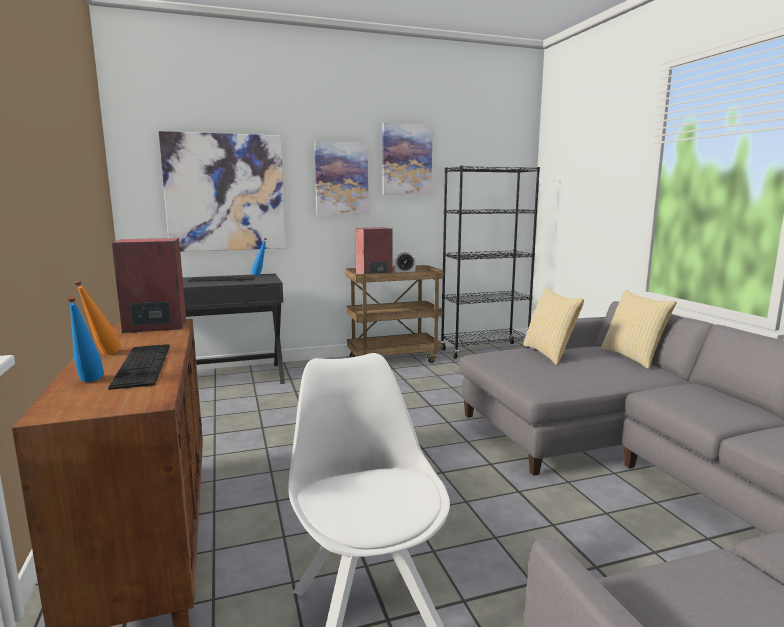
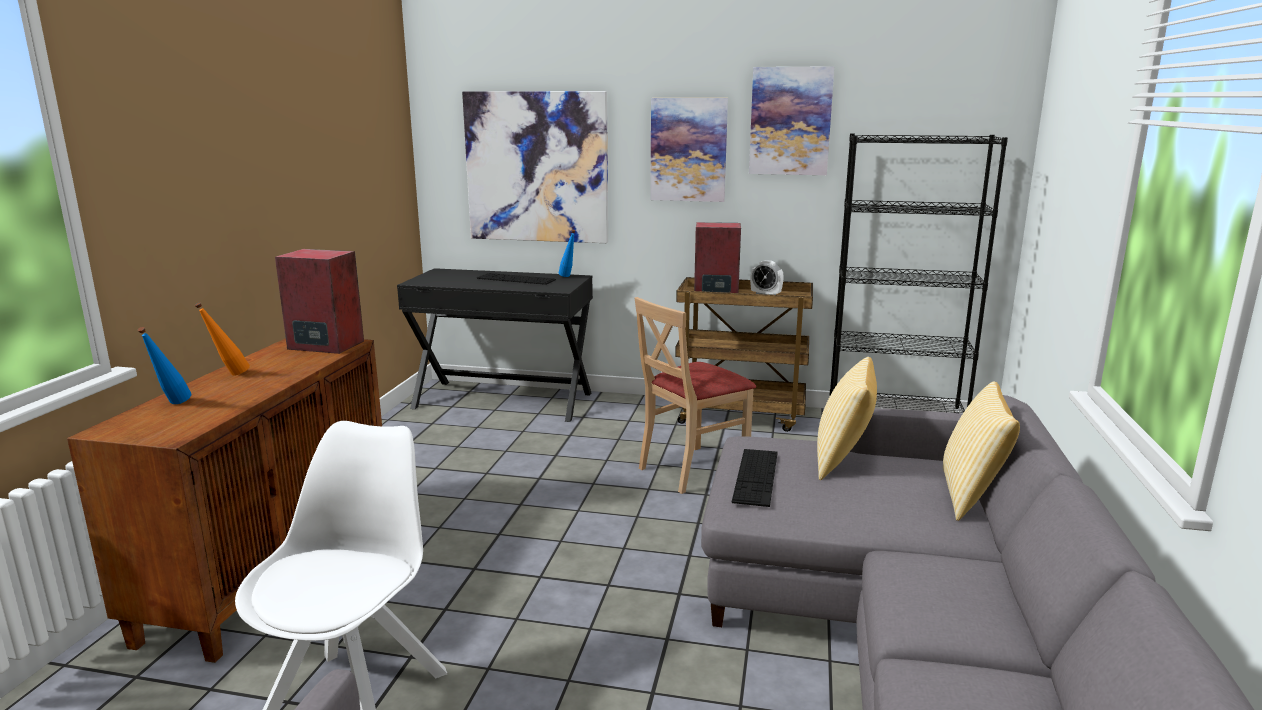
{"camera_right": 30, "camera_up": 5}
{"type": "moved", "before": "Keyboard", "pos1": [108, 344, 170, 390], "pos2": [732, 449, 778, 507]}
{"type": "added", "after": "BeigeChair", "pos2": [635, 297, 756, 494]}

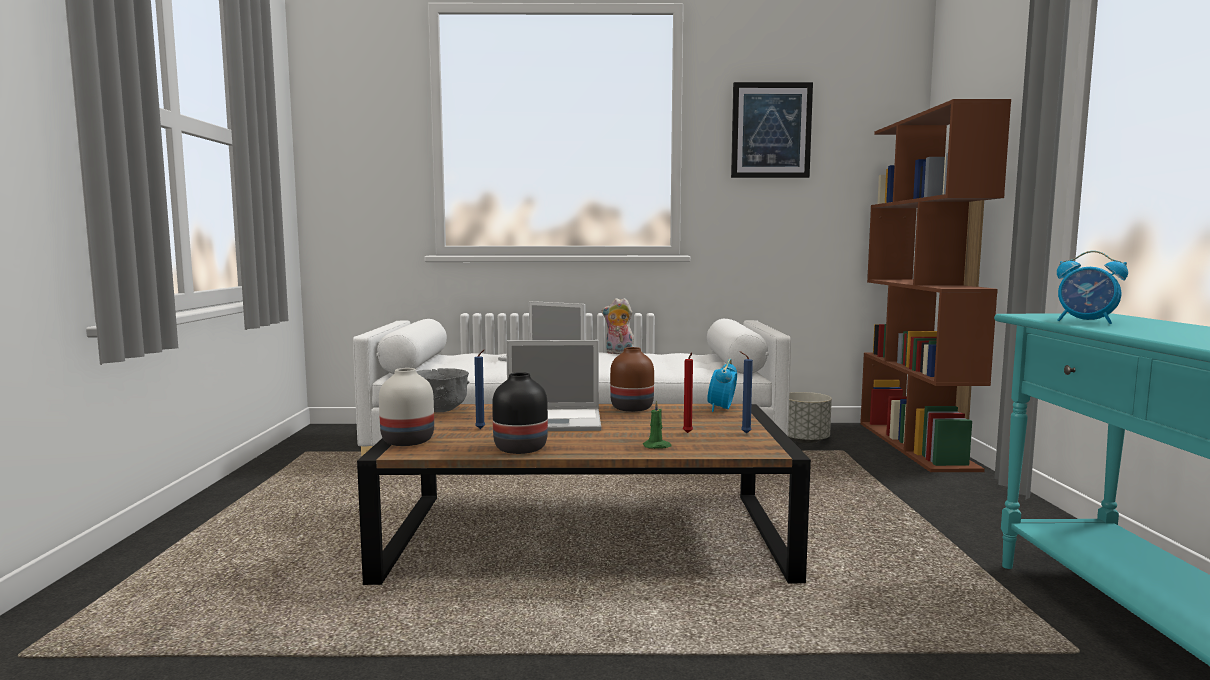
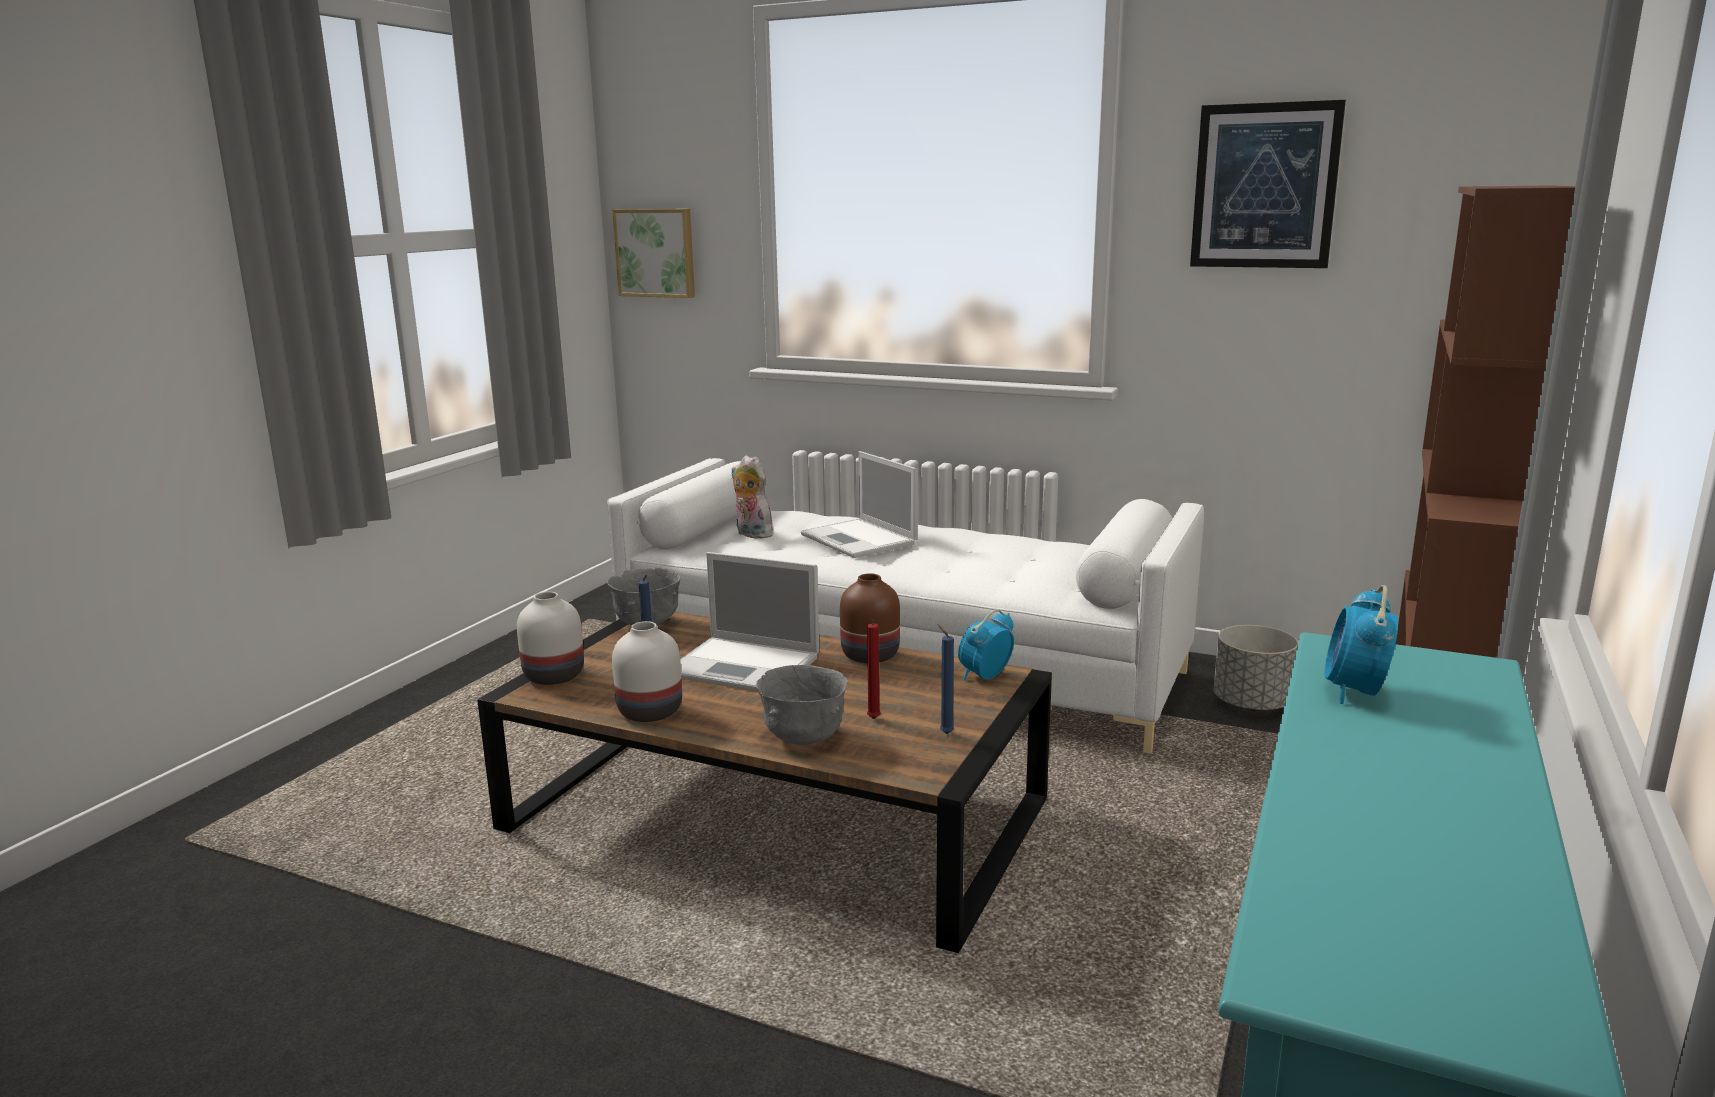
{"camera_right": 25, "camera_up": 10}
{"type": "recoloured", "before": "BlackVase", "after": "WhiteVase", "pos1": [492, 372, 548, 454], "pos2": [612, 621, 682, 722]}
{"type": "moved", "before": "PlushToy", "pos1": [602, 298, 634, 354], "pos2": [731, 455, 776, 539]}
{"type": "replaced", "before": "GreenCandle", "after": "GreyBowl", "pos1": [643, 400, 672, 449], "pos2": [756, 665, 848, 745]}
{"type": "turned", "before": "AlarmClock", "pos1": [1057, 251, 1128, 324], "pos2": [1324, 585, 1398, 704], "turn": 45}
{"type": "added", "after": "Picture", "pos2": [612, 209, 695, 298]}

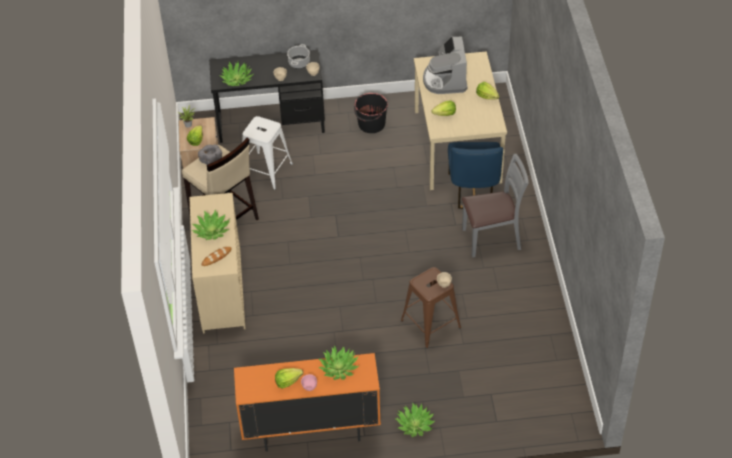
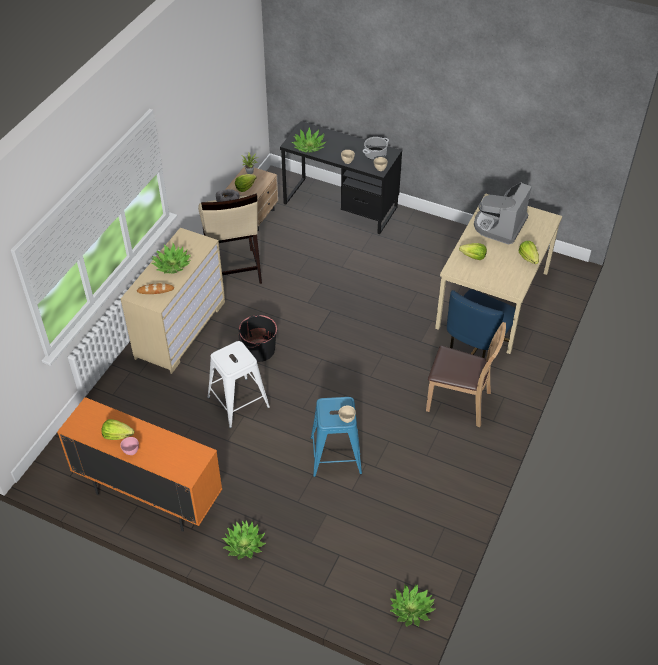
{"camera_right": 30, "camera_up": 0}
{"type": "moved", "before": "WhiteStool", "pos1": [242, 116, 293, 190], "pos2": [207, 341, 270, 428]}
{"type": "moved", "before": "PottedPlant", "pos1": [318, 346, 359, 380], "pos2": [389, 584, 436, 626]}
{"type": "moved", "before": "BlackBucket", "pos1": [354, 93, 388, 133], "pos2": [238, 315, 277, 362]}
{"type": "recoloured", "before": "BrownStool", "after": "BlueStool", "pos1": [401, 267, 461, 349], "pos2": [311, 397, 362, 477]}
{"type": "recoloured", "before": "GreyChair", "after": "BrownChair", "pos1": [462, 154, 529, 258], "pos2": [426, 322, 506, 427]}

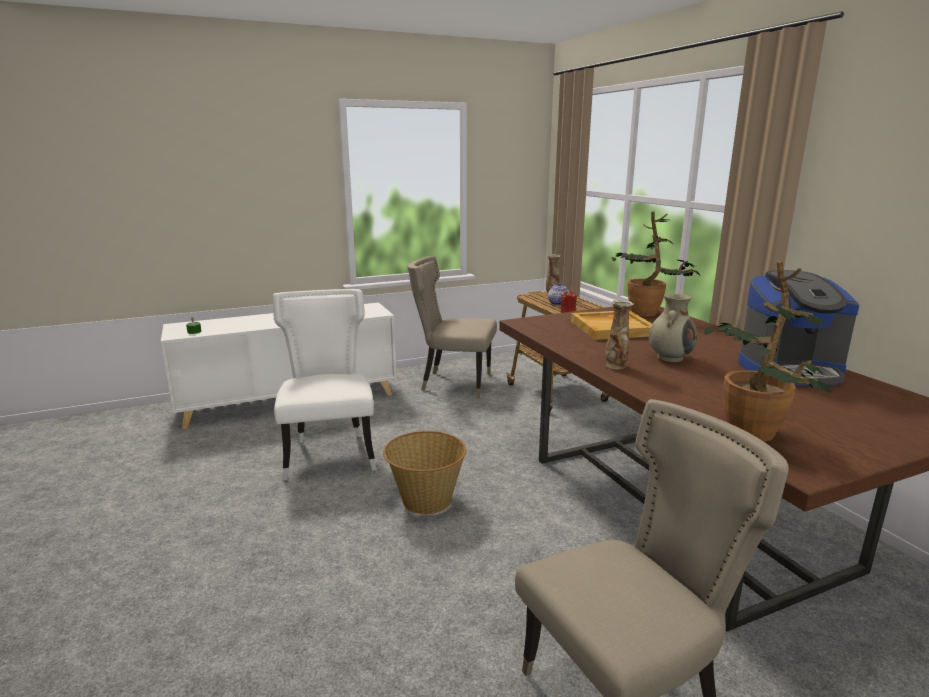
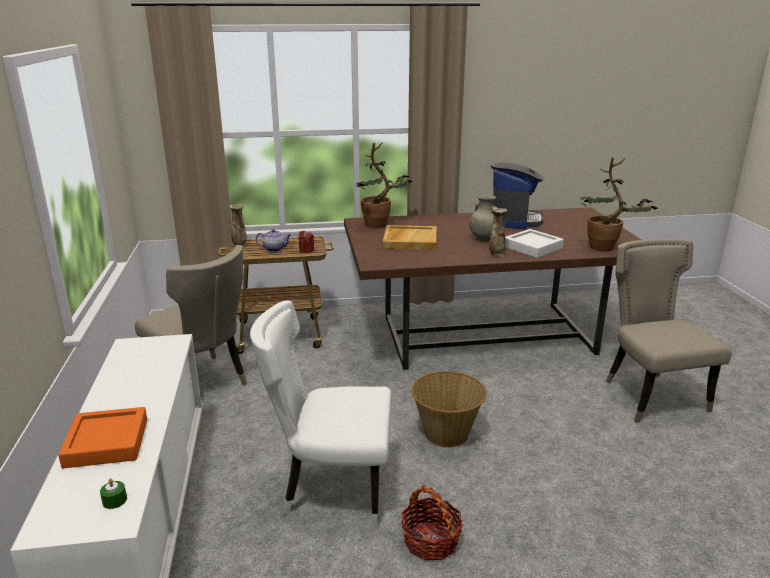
{"camera_right": -75, "camera_up": 5}
{"type": "turned", "before": "BeigeChair", "pos1": [407, 256, 497, 399], "pos2": [135, 245, 247, 385], "turn": -75}
{"type": "added", "after": "OrangeTray", "pos2": [58, 407, 147, 468]}
{"type": "added", "after": "Basket", "pos2": [401, 485, 463, 561]}
{"type": "added", "after": "WhiteTray", "pos2": [505, 229, 564, 258]}

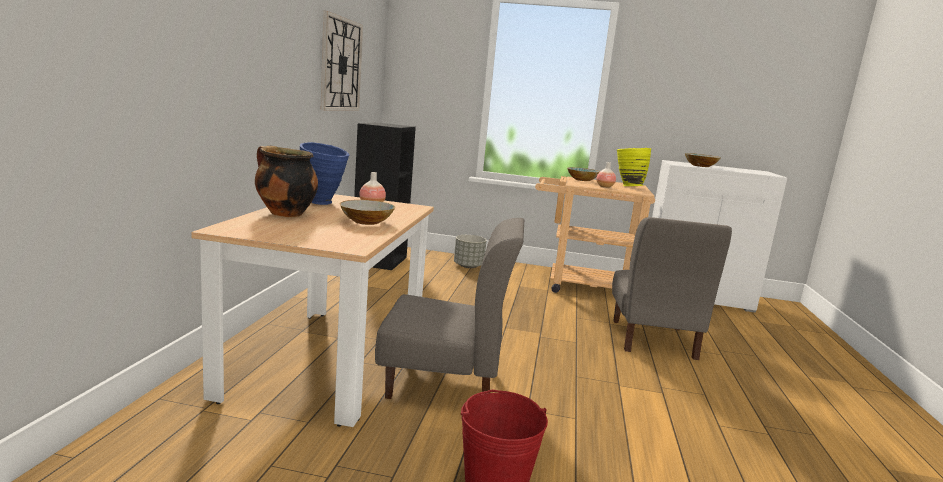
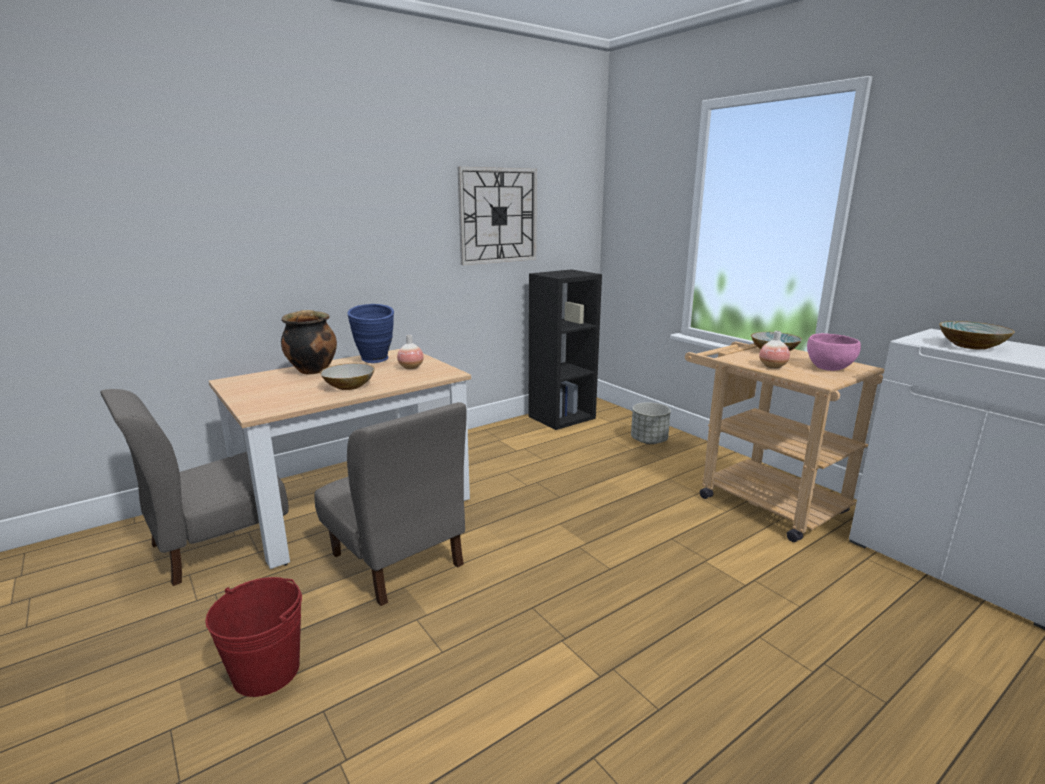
{"camera_right": 45, "camera_up": 5}
{"type": "moved", "before": "GreyChair", "pos1": [612, 217, 732, 360], "pos2": [100, 389, 289, 586]}
{"type": "replaced", "before": "YellowVase", "after": "PinkBowl", "pos1": [617, 148, 651, 186], "pos2": [807, 333, 861, 371]}

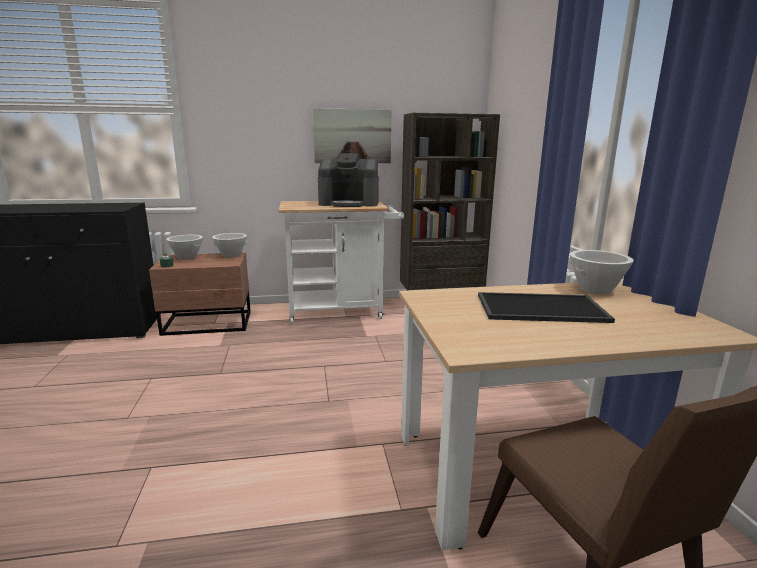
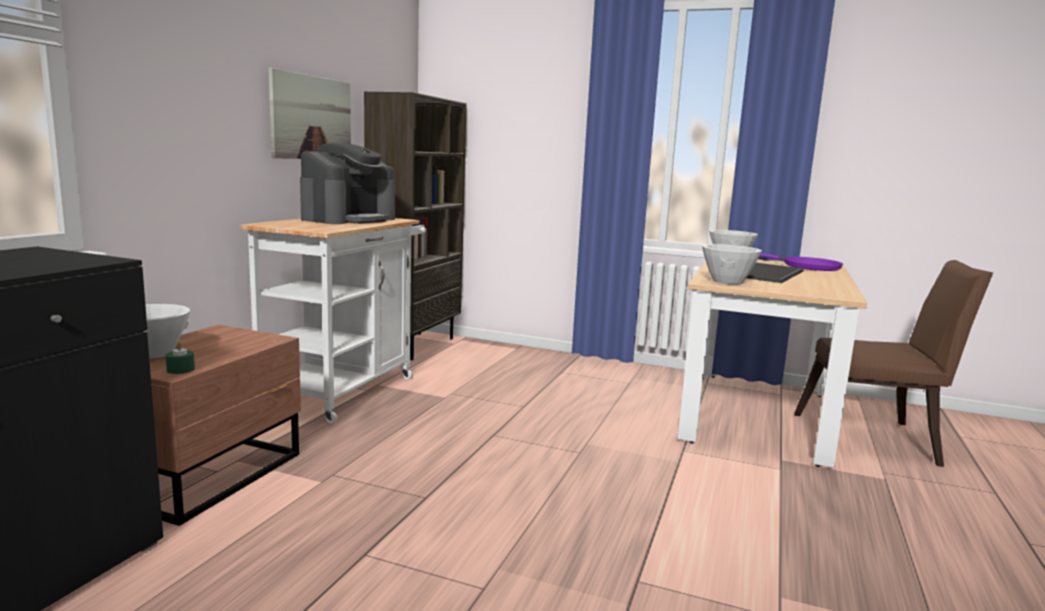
{"camera_right": -60, "camera_up": -5}
{"type": "moved", "before": "WhiteBowl", "pos1": [212, 233, 247, 258], "pos2": [702, 244, 762, 285]}
{"type": "added", "after": "PurpleFryingPan", "pos2": [760, 253, 843, 271]}

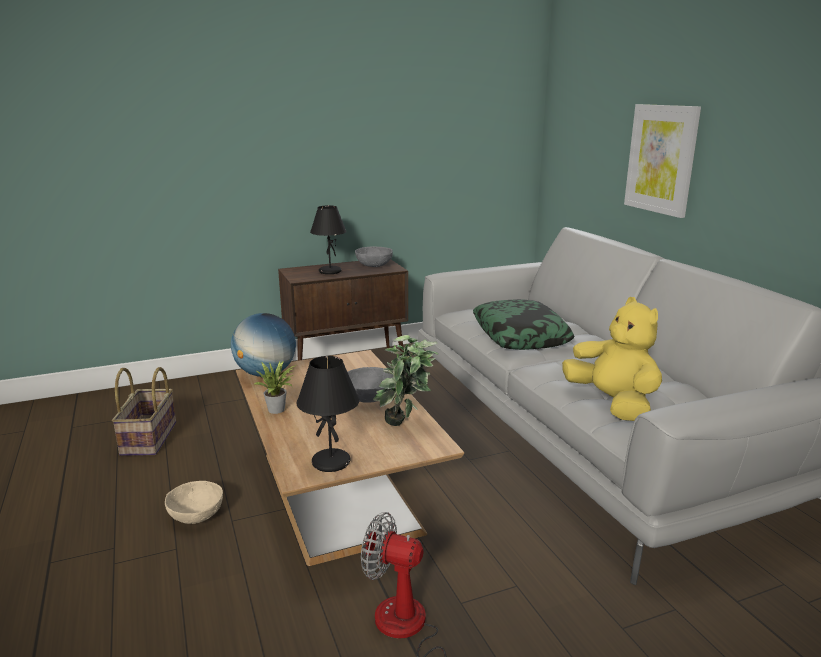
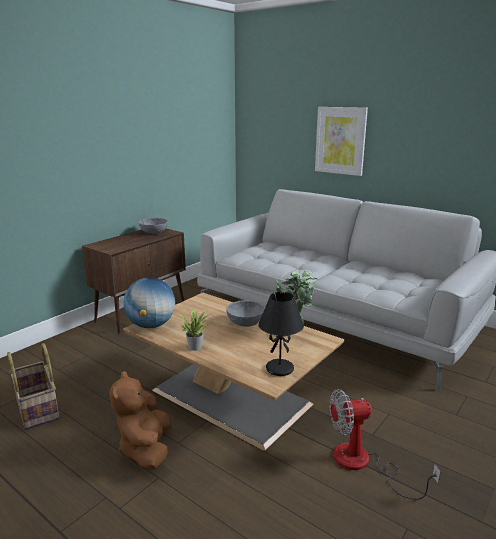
{"camera_right": -30, "camera_up": 0}
{"type": "replaced", "before": "BeigeBowl", "after": "BrownPlushToy", "pos1": [165, 481, 223, 524], "pos2": [109, 371, 172, 470]}
{"type": "removed", "before": "BlackTableLamp", "pos1": [310, 205, 347, 274]}
{"type": "removed", "before": "Pillow", "pos1": [473, 299, 575, 350]}
{"type": "removed", "before": "YellowPlushToy", "pos1": [562, 297, 662, 421]}

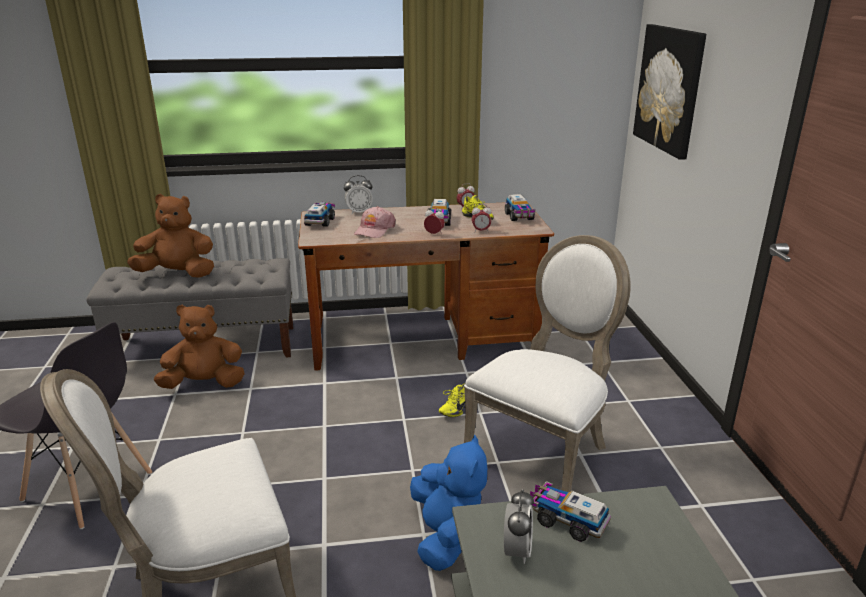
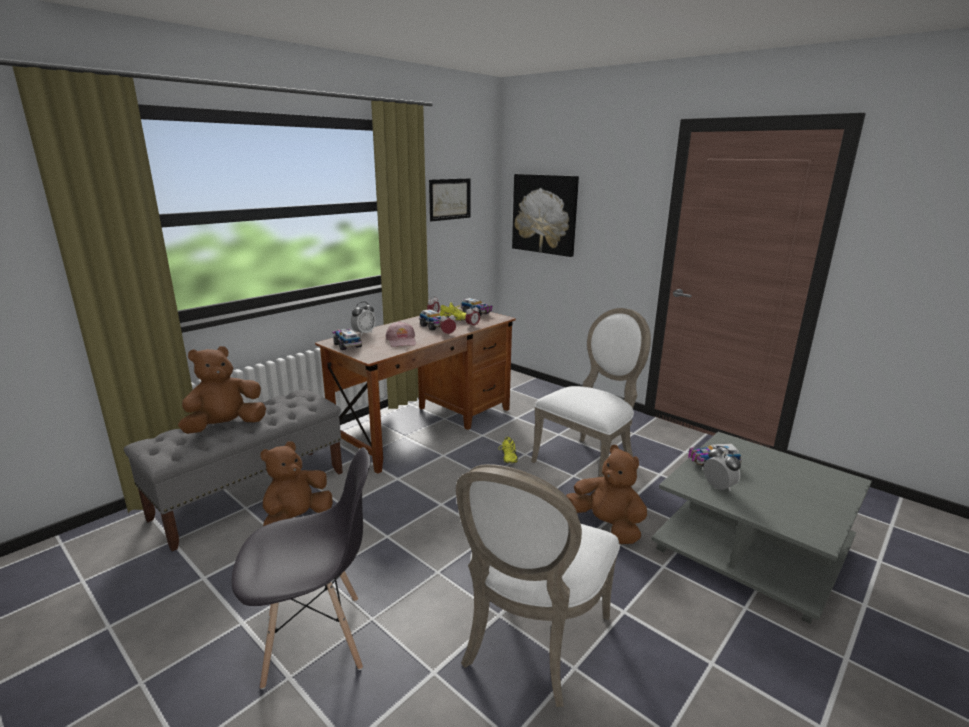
{"camera_right": -40, "camera_up": -5}
{"type": "recoloured", "before": "BluePlushToy", "after": "BrownPlushToy", "pos1": [410, 435, 487, 571], "pos2": [566, 445, 647, 544]}
{"type": "turned", "before": "WhiteChair", "pos1": [464, 235, 631, 492], "pos2": [531, 308, 651, 477], "turn": 45}
{"type": "added", "after": "Picture", "pos2": [429, 178, 470, 221]}

